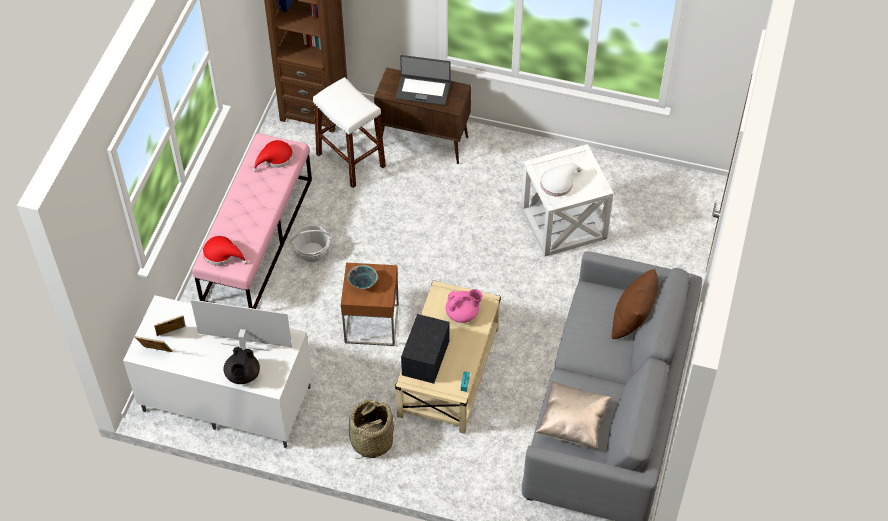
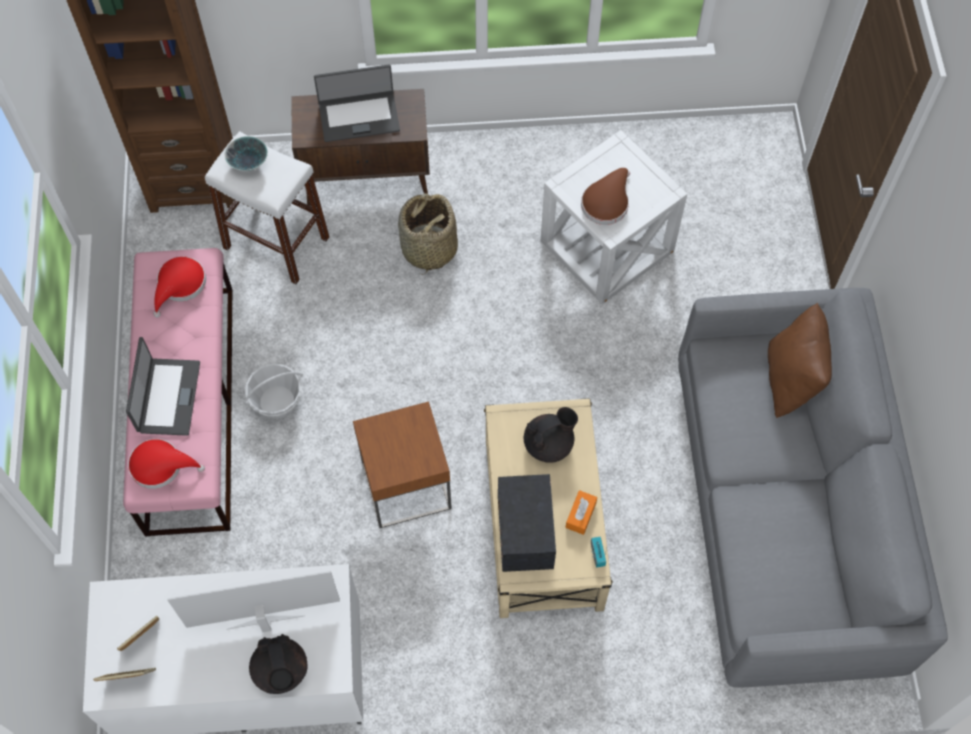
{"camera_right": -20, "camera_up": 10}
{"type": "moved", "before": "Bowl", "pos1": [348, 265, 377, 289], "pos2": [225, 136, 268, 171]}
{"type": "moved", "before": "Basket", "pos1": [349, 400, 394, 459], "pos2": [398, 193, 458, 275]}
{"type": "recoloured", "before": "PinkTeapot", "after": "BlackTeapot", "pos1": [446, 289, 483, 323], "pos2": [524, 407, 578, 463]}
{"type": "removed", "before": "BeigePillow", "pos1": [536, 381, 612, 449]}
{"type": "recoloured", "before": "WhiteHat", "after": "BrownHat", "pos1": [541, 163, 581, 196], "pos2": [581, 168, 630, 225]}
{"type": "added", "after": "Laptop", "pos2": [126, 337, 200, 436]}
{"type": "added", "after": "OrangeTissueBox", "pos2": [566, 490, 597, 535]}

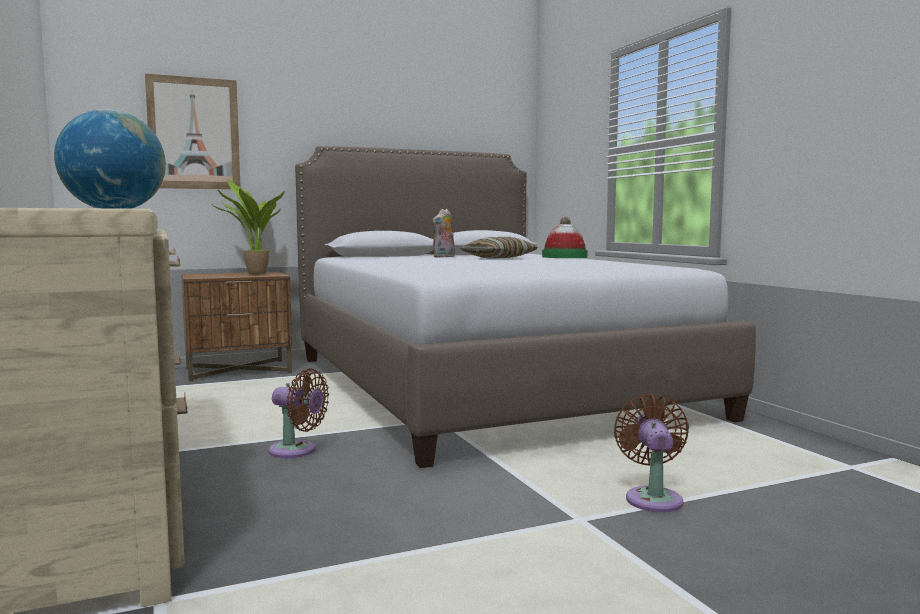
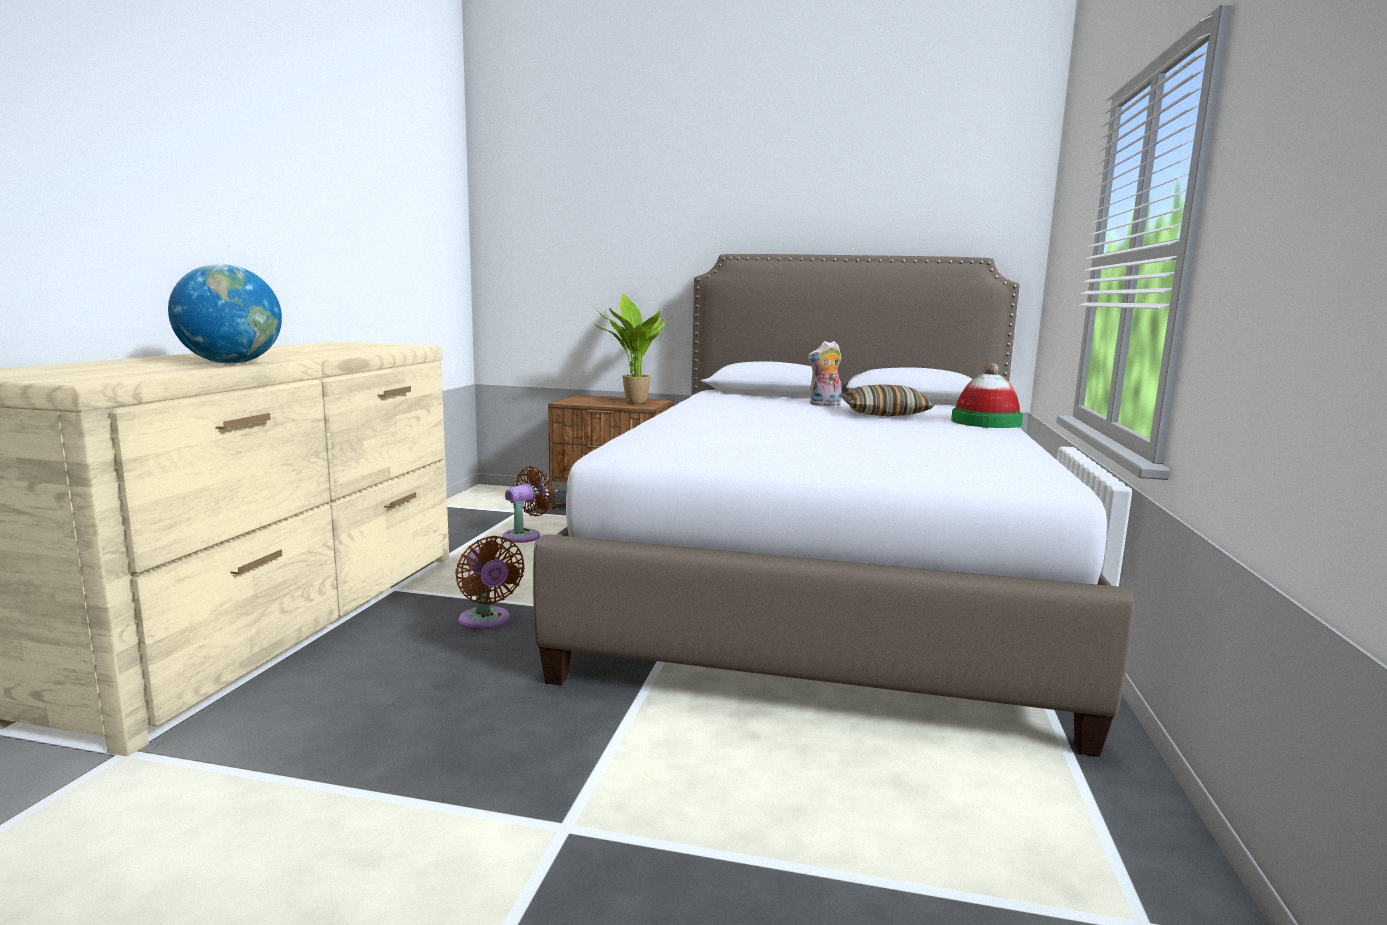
{"camera_right": 35, "camera_up": 5}
{"type": "removed", "before": "Picture", "pos1": [145, 74, 241, 189]}
{"type": "moved", "before": "BrownFan", "pos1": [614, 394, 689, 512], "pos2": [502, 466, 553, 543]}

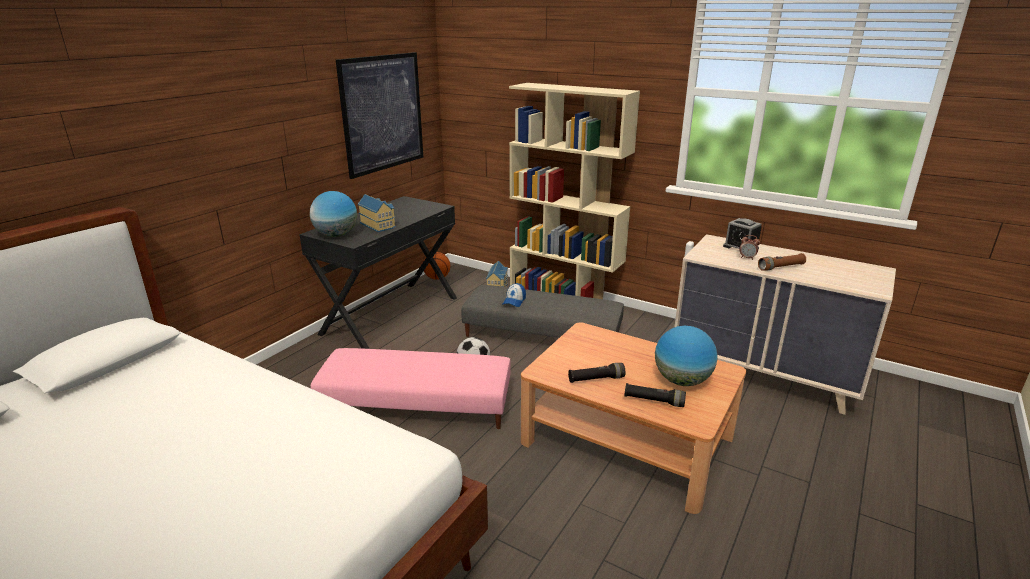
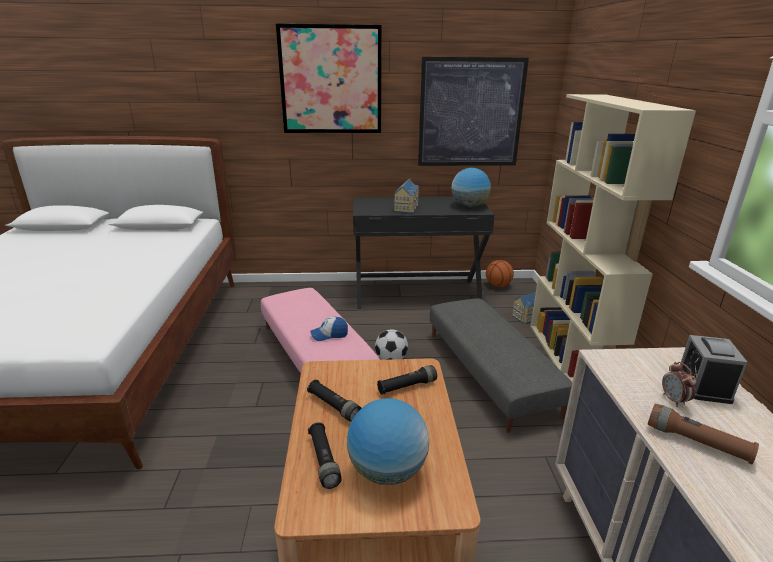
{"camera_right": 55, "camera_up": 0}
{"type": "moved", "before": "Globe", "pos1": [310, 191, 357, 237], "pos2": [451, 168, 491, 207]}
{"type": "moved", "before": "Cap", "pos1": [503, 283, 526, 307], "pos2": [310, 317, 348, 341]}
{"type": "added", "after": "Picture", "pos2": [276, 23, 382, 133]}
{"type": "added", "after": "BlackFlashlight", "pos2": [377, 365, 437, 395]}

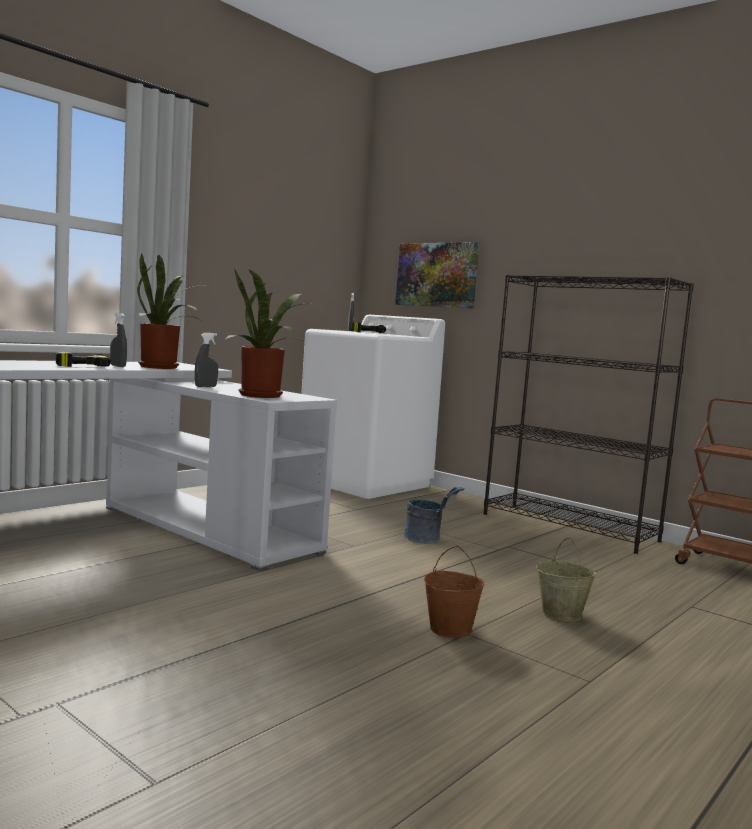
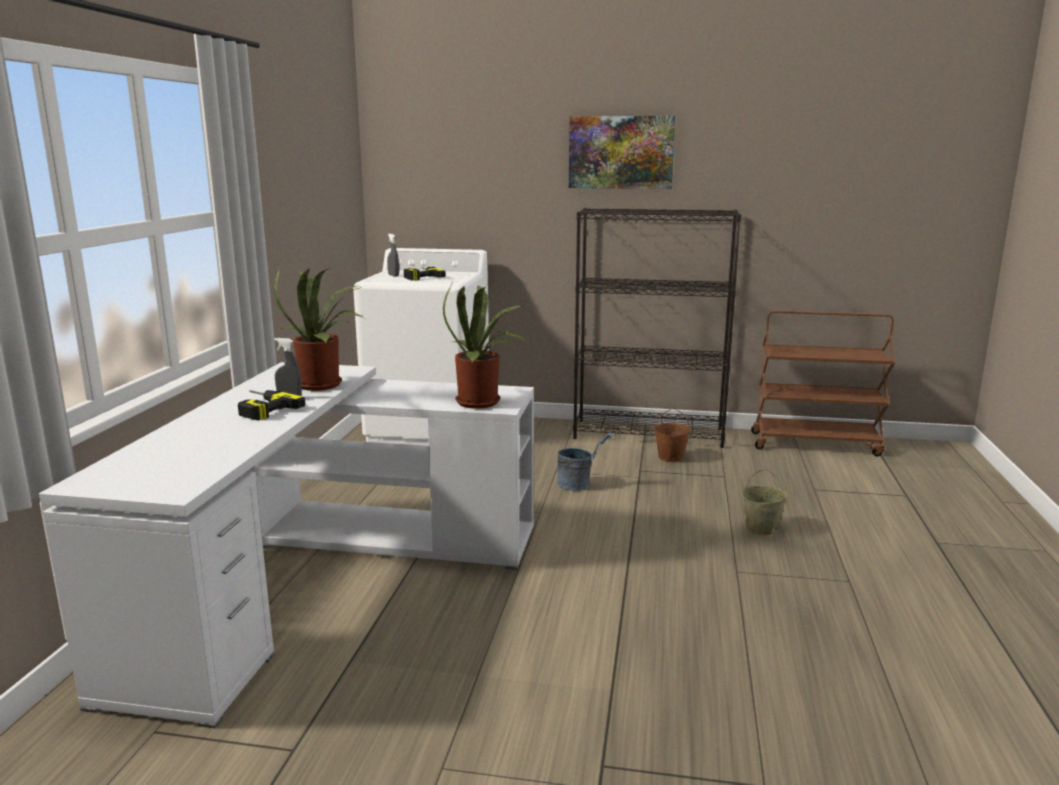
{"camera_right": -30, "camera_up": 10}
{"type": "removed", "before": "GreySprayBottle", "pos1": [195, 333, 218, 387]}
{"type": "moved", "before": "Picture", "pos1": [395, 242, 480, 309], "pos2": [569, 116, 675, 189]}
{"type": "moved", "before": "BrownBucket", "pos1": [424, 546, 485, 638], "pos2": [654, 408, 690, 462]}

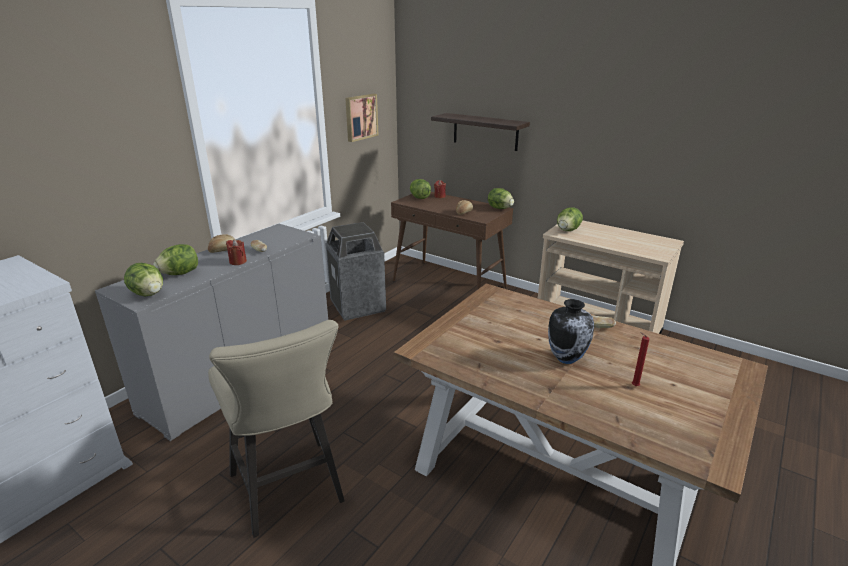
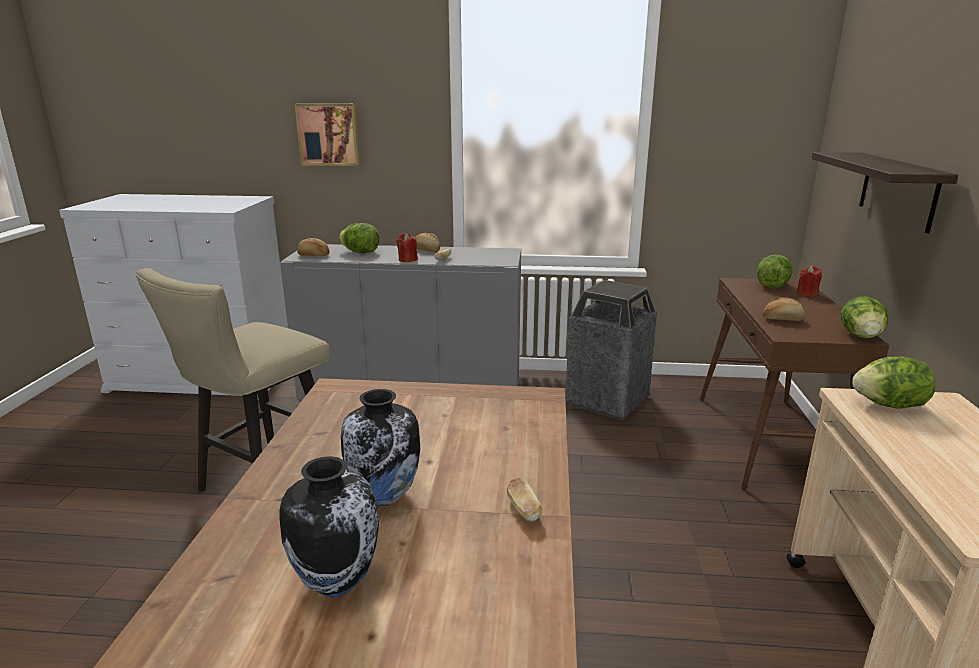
{"camera_right": 60, "camera_up": -5}
{"type": "replaced", "before": "Lettuce", "after": "Bread", "pos1": [124, 263, 163, 296], "pos2": [297, 238, 329, 256]}
{"type": "moved", "before": "Picture", "pos1": [345, 94, 378, 142], "pos2": [295, 103, 360, 166]}
{"type": "replaced", "before": "RedCandle", "after": "Vase", "pos1": [632, 332, 649, 386], "pos2": [280, 456, 379, 597]}

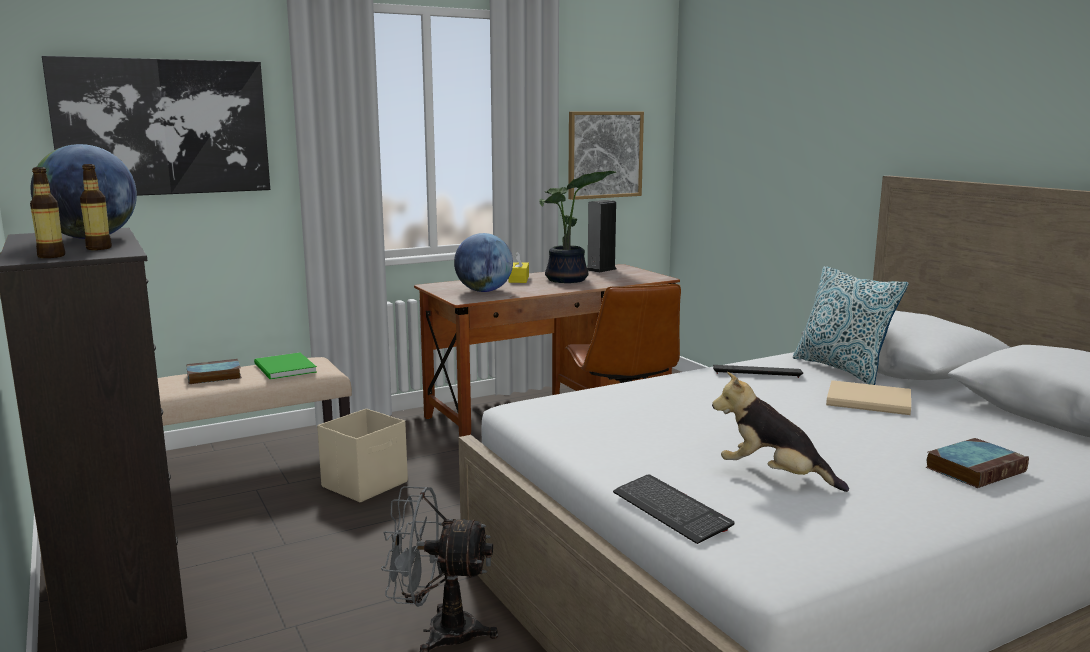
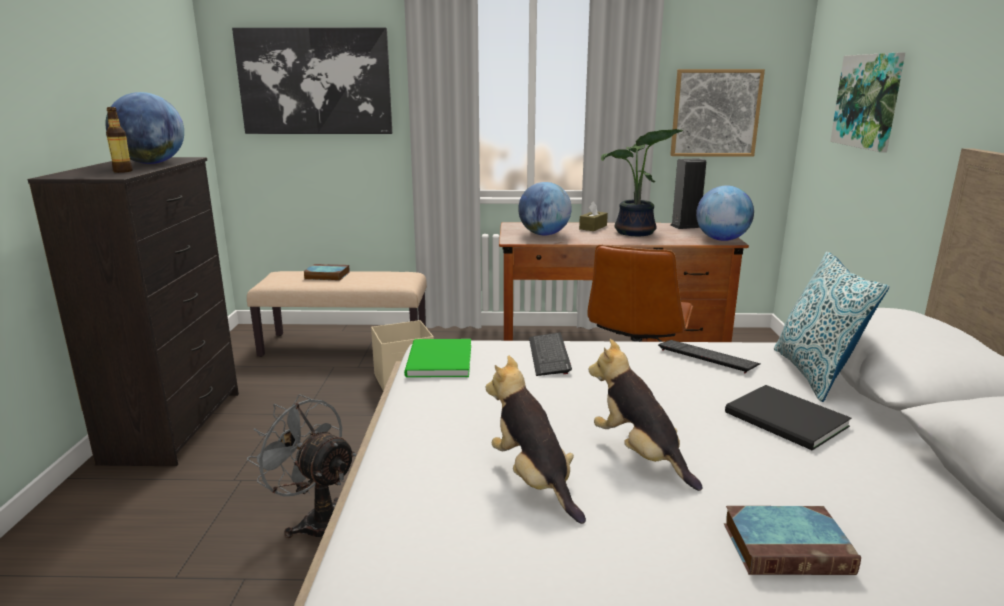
{"camera_right": 30, "camera_up": 5}
{"type": "removed", "before": "Bottle", "pos1": [30, 167, 65, 258]}
{"type": "moved", "before": "GreenBook", "pos1": [254, 352, 317, 380], "pos2": [404, 339, 471, 378]}
{"type": "recoloured", "before": "YellowTissueBox", "after": "BrownTissueBox", "pos1": [509, 251, 529, 283], "pos2": [579, 201, 608, 231]}
{"type": "moved", "before": "Keyboard", "pos1": [613, 474, 735, 544], "pos2": [529, 332, 572, 376]}
{"type": "recoloured", "before": "BeigeBook", "after": "BlackBook", "pos1": [826, 380, 911, 415], "pos2": [725, 385, 851, 450]}
{"type": "added", "after": "PlushToy", "pos2": [588, 339, 702, 491]}
{"type": "added", "after": "Globe", "pos2": [696, 186, 754, 241]}
{"type": "added", "after": "Picture", "pos2": [830, 53, 905, 152]}

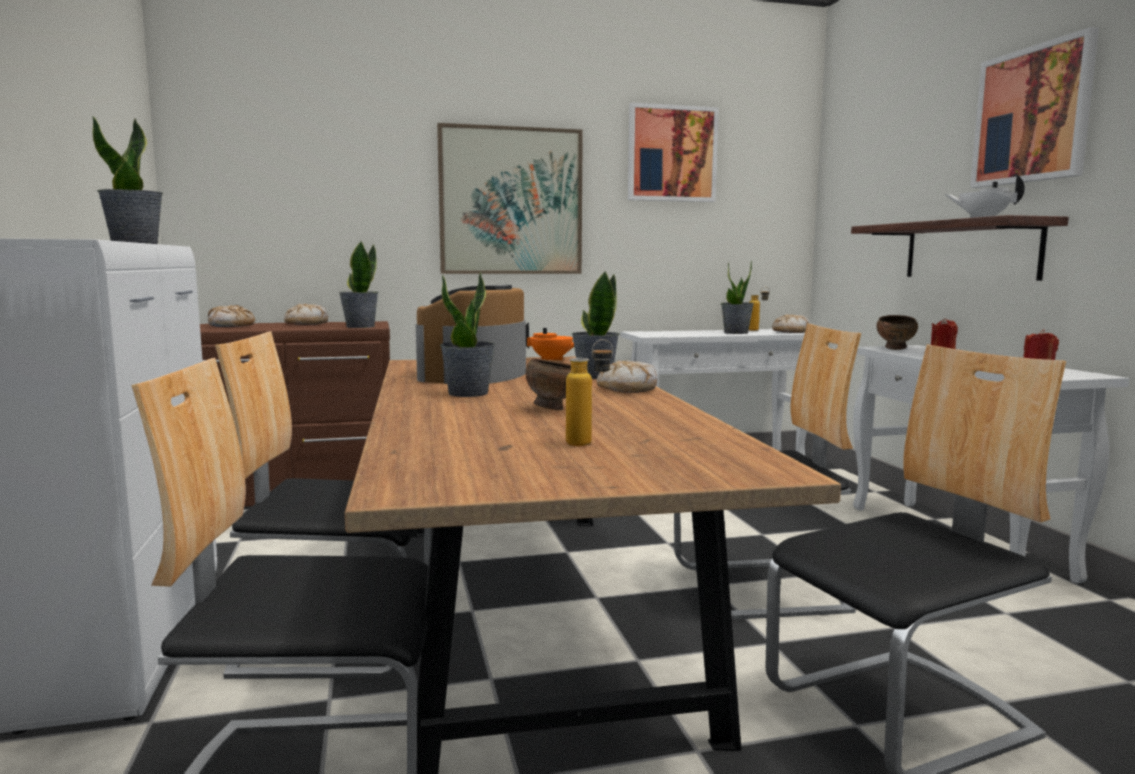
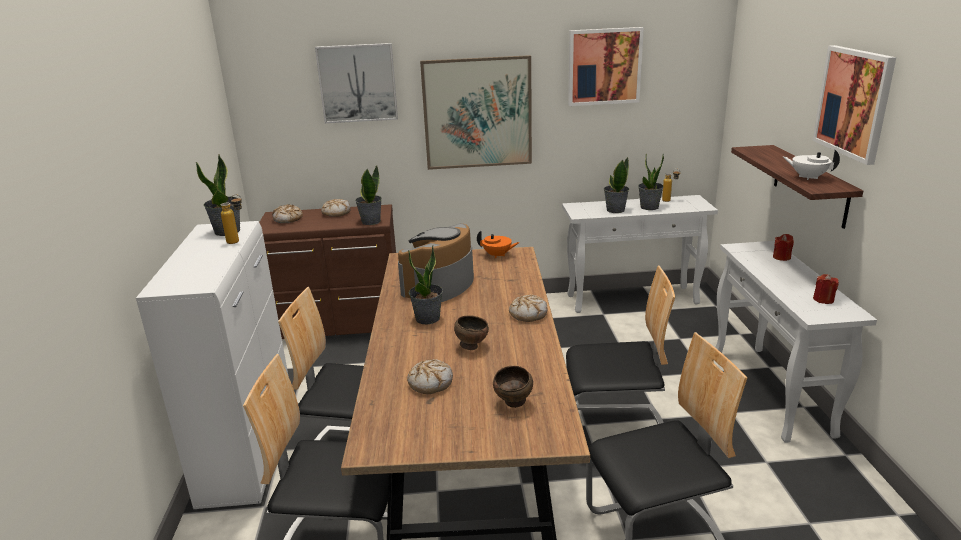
{"camera_right": 10, "camera_up": 15}
{"type": "moved", "before": "Bottle", "pos1": [566, 339, 613, 446], "pos2": [221, 194, 242, 244]}
{"type": "moved", "before": "PottedPlant", "pos1": [572, 271, 620, 379], "pos2": [604, 157, 629, 213]}
{"type": "moved", "before": "Bread", "pos1": [772, 314, 810, 333], "pos2": [407, 359, 453, 394]}
{"type": "moved", "before": "BrownBowl", "pos1": [877, 315, 918, 350], "pos2": [493, 366, 533, 408]}
{"type": "added", "after": "Picture", "pos2": [315, 43, 398, 123]}

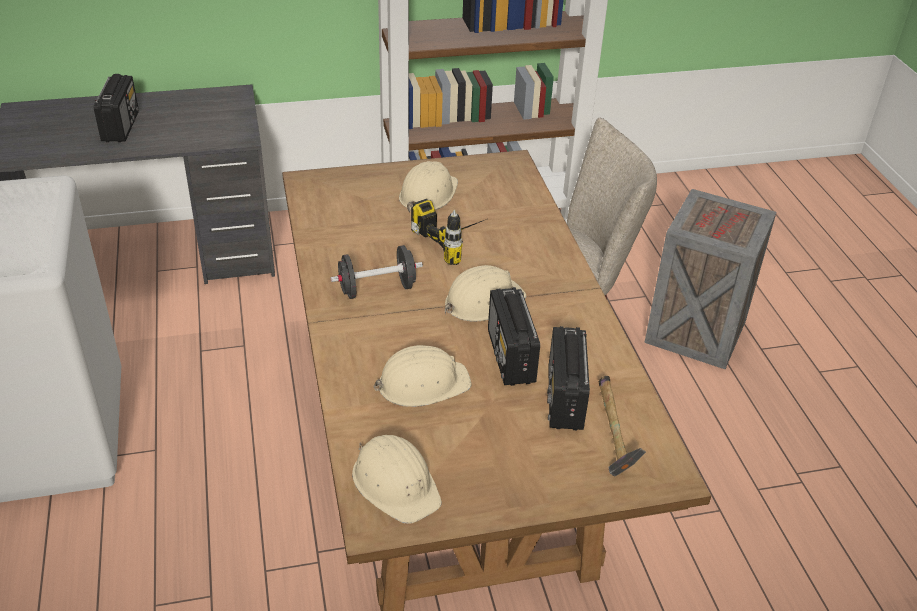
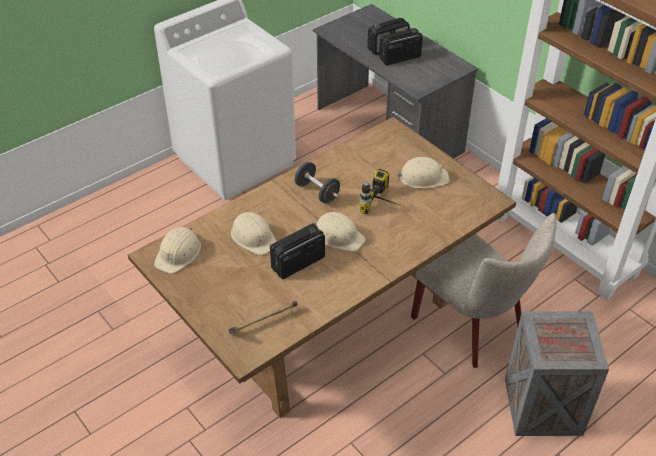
{"camera_right": 65, "camera_up": 5}
{"type": "moved", "before": "Radio", "pos1": [547, 326, 590, 430], "pos2": [379, 28, 423, 65]}

